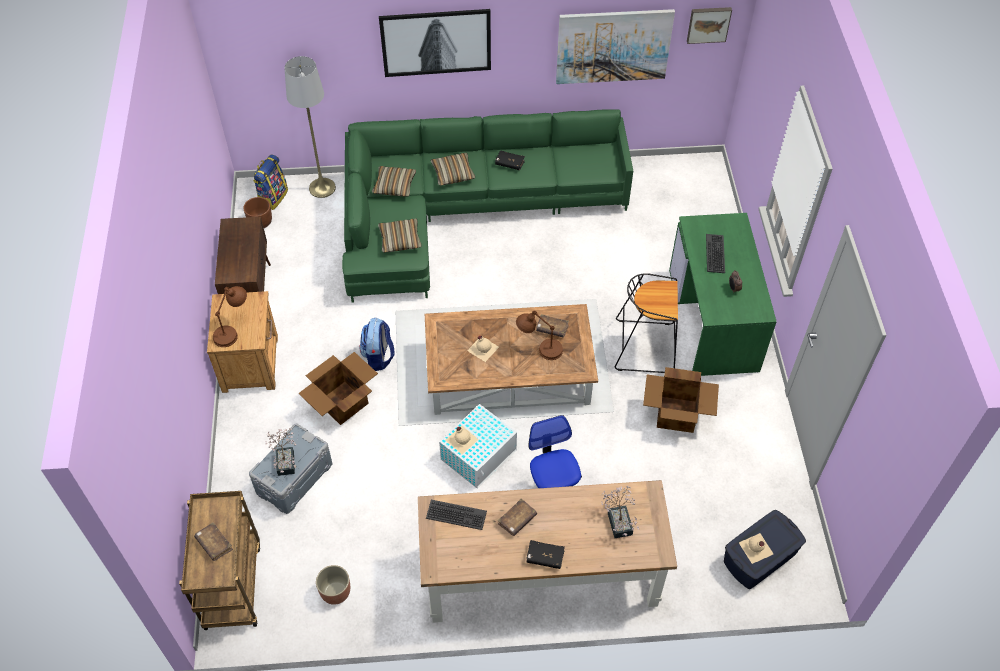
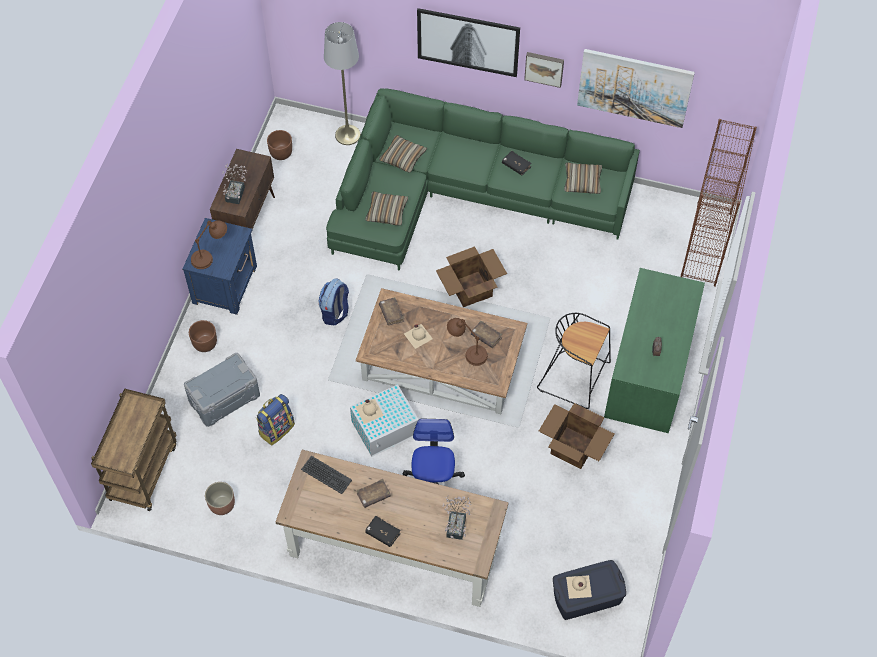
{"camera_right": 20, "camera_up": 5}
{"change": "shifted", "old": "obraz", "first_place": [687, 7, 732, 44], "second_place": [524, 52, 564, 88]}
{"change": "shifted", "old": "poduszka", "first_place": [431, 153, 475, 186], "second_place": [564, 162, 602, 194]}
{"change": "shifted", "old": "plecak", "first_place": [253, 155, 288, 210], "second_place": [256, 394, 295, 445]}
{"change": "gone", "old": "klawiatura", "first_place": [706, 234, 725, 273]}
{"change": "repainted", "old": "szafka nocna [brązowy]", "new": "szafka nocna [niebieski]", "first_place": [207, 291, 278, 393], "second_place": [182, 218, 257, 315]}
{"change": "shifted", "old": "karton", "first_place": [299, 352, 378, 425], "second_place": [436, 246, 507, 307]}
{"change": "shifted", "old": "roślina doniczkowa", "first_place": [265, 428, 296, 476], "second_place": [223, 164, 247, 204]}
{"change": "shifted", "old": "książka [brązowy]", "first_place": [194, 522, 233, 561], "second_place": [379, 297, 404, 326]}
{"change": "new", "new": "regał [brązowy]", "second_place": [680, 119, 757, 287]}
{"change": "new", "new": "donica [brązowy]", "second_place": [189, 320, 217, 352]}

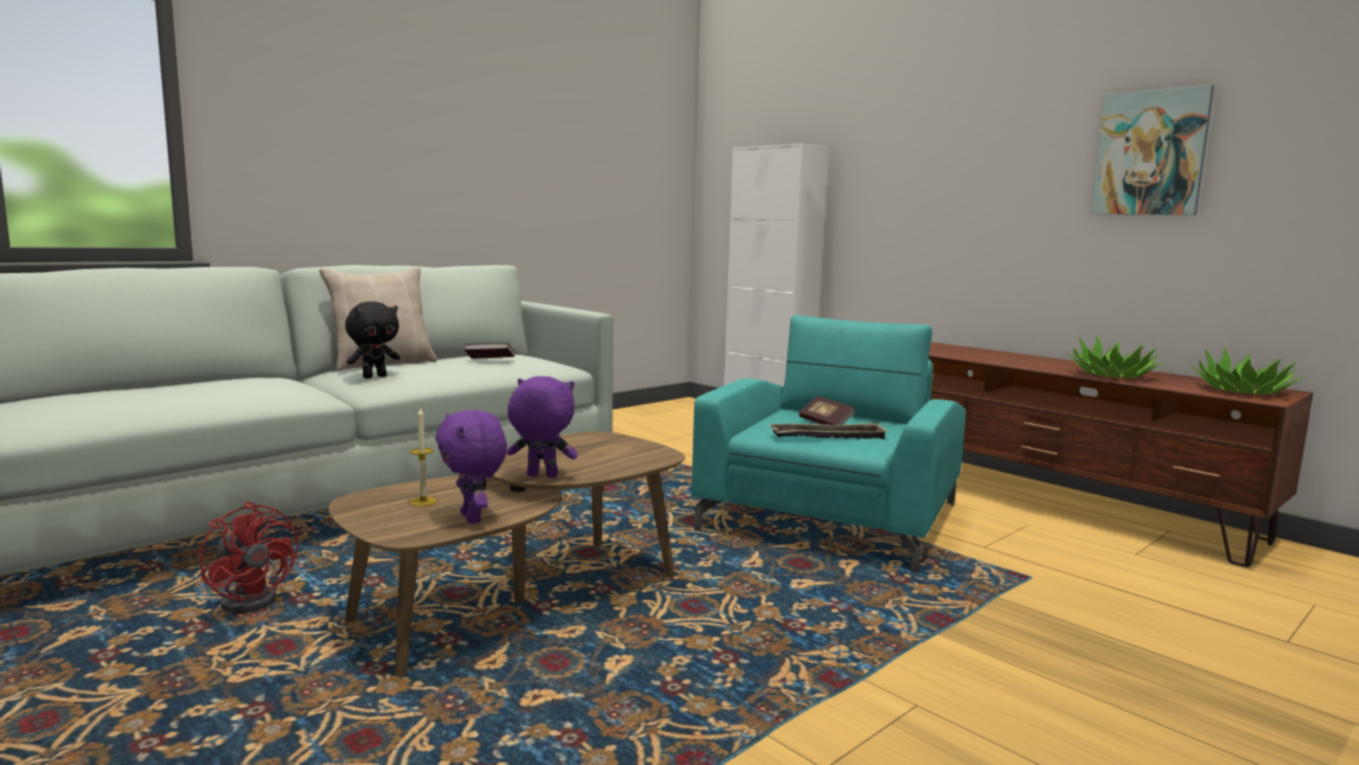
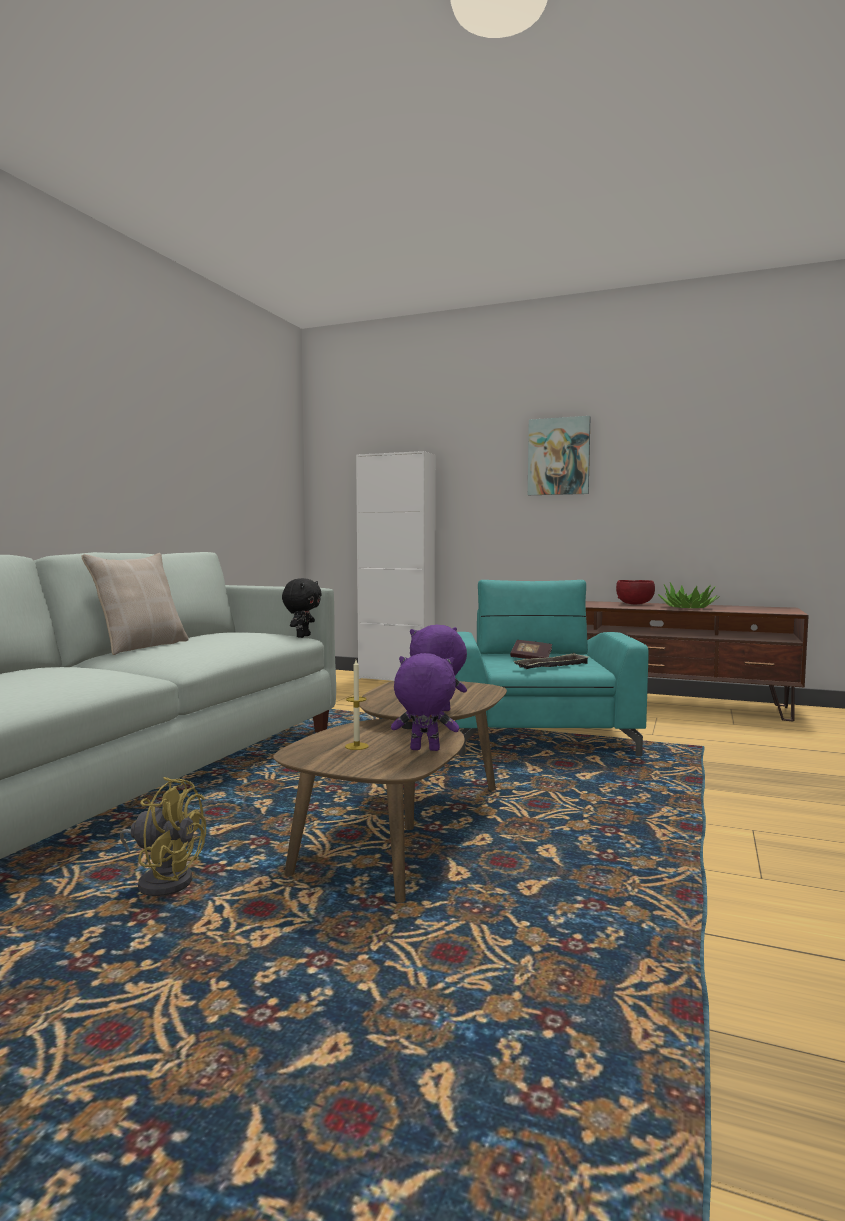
{"camera_right": -25, "camera_up": -5}
{"change": "shifted", "old": "obraz", "first_place": [1090, 85, 1214, 215], "second_place": [528, 416, 591, 495]}
{"change": "shifted", "old": "pluszak [czarny]", "first_place": [345, 302, 400, 379], "second_place": [282, 578, 322, 638]}
{"change": "gone", "old": "książka", "first_place": [464, 343, 515, 359]}
{"change": "gone", "old": "roślina doniczkowa", "first_place": [1191, 347, 1304, 395]}
{"change": "rotated", "old": "pluszak [fioletowy]", "first_place": [436, 410, 507, 524], "second_place": [391, 653, 459, 751], "degrees": 150}
{"change": "repainted", "old": "wentylator [czerwony]", "new": "wentylator [żółty]", "first_place": [200, 501, 298, 613], "second_place": [120, 777, 206, 896]}
{"change": "new", "new": "miska [czerwony]", "second_place": [616, 580, 655, 604]}

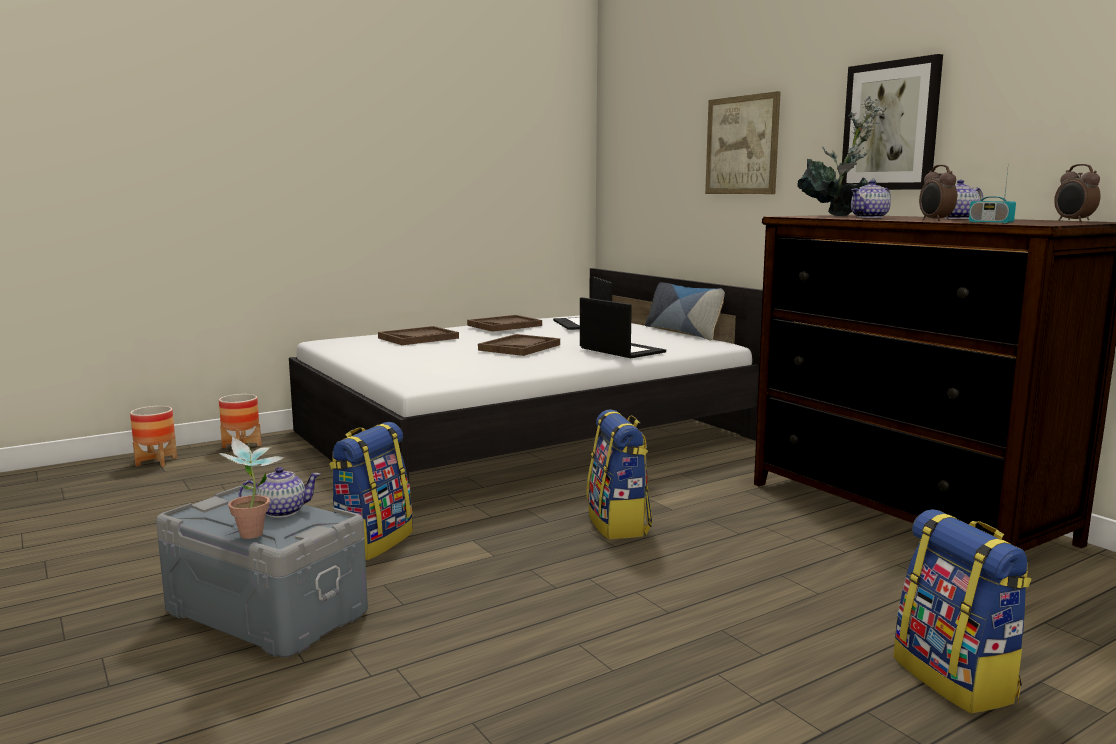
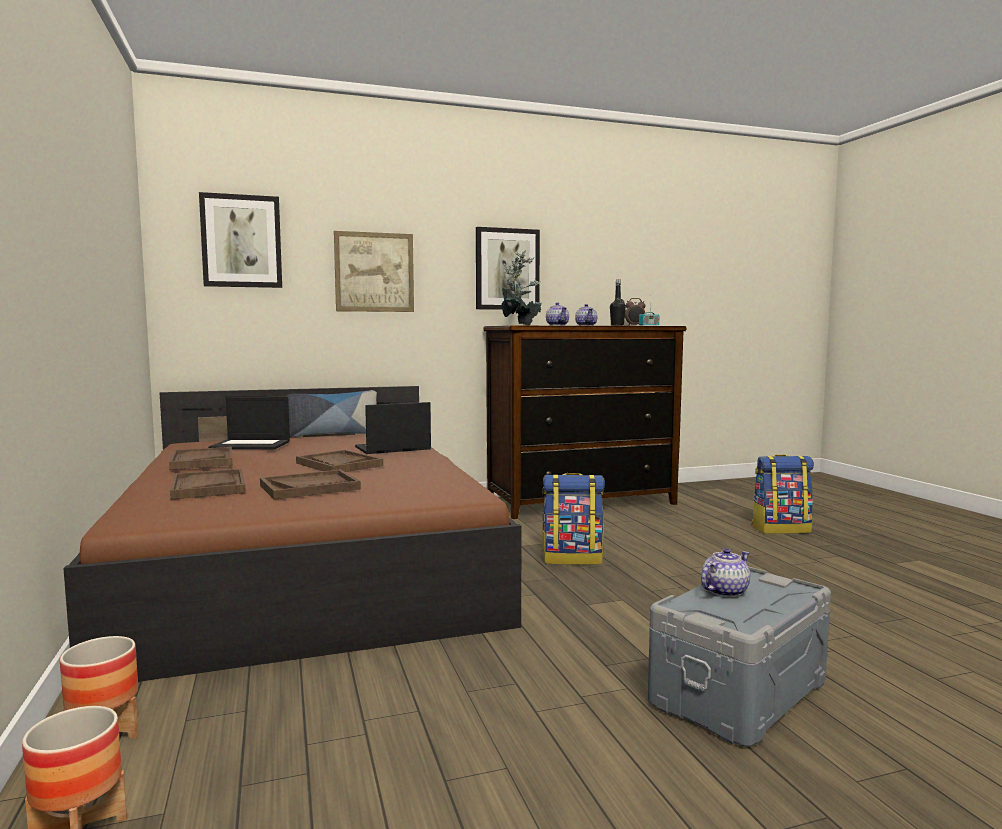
{"camera_right": -75, "camera_up": -5}
{"change": "swapped", "old": "budzik", "new": "butelka [czarny]", "first_place": [919, 165, 957, 221], "second_place": [610, 279, 626, 326]}
{"change": "repainted", "old": "łóżko [biały]", "new": "łóżko [brązowy]", "first_place": [289, 268, 763, 482], "second_place": [63, 386, 522, 682]}
{"change": "gone", "old": "plecak", "first_place": [329, 422, 413, 560]}
{"change": "gone", "old": "roślina doniczkowa", "first_place": [218, 436, 285, 539]}
{"change": "rotated", "old": "imbryk", "first_place": [239, 467, 321, 518], "second_place": [701, 548, 750, 597], "degrees": 60}
{"change": "new", "new": "obraz", "second_place": [199, 192, 282, 288]}
{"change": "new", "new": "taca [brązowy]", "second_place": [260, 469, 361, 500]}

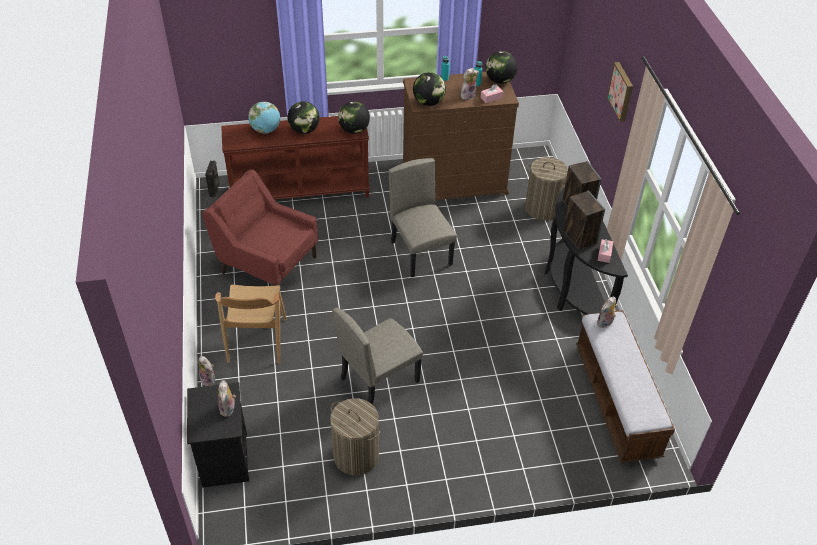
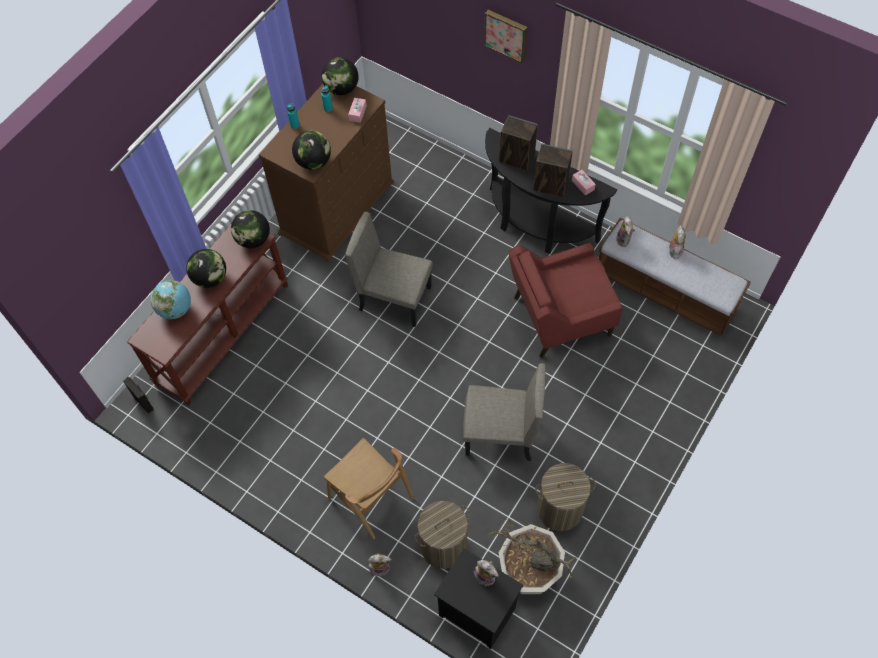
{"camera_right": -45, "camera_up": 15}
{"change": "shifted", "old": "pluszak", "first_place": [461, 68, 479, 101], "second_place": [669, 225, 685, 260]}
{"change": "shifted", "old": "kosz na pranie", "first_place": [525, 157, 568, 220], "second_place": [415, 501, 470, 569]}
{"change": "shifted", "old": "fotel [czerwony]", "first_place": [202, 169, 318, 286], "second_place": [509, 243, 623, 358]}
{"change": "rotated", "old": "krzesło [beżowy]", "first_place": [332, 307, 423, 405], "second_place": [463, 363, 546, 461], "degrees": -90}
{"change": "new", "new": "roślina doniczkowa", "second_place": [488, 516, 576, 594]}

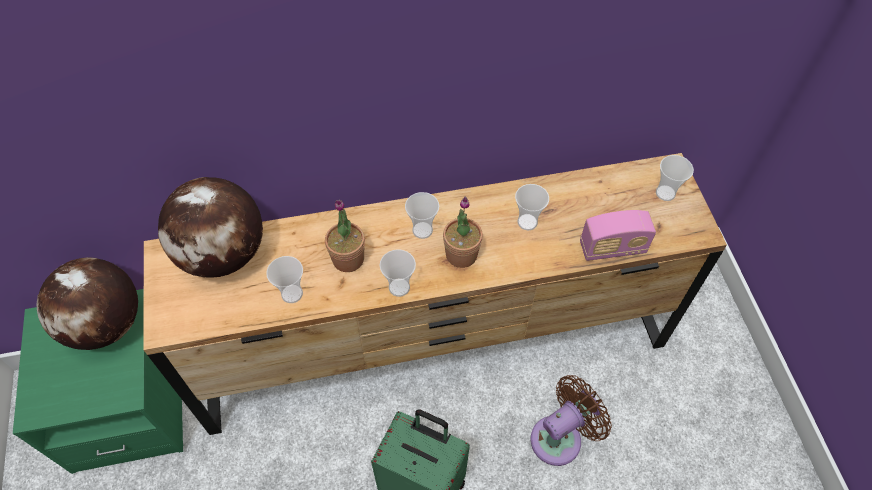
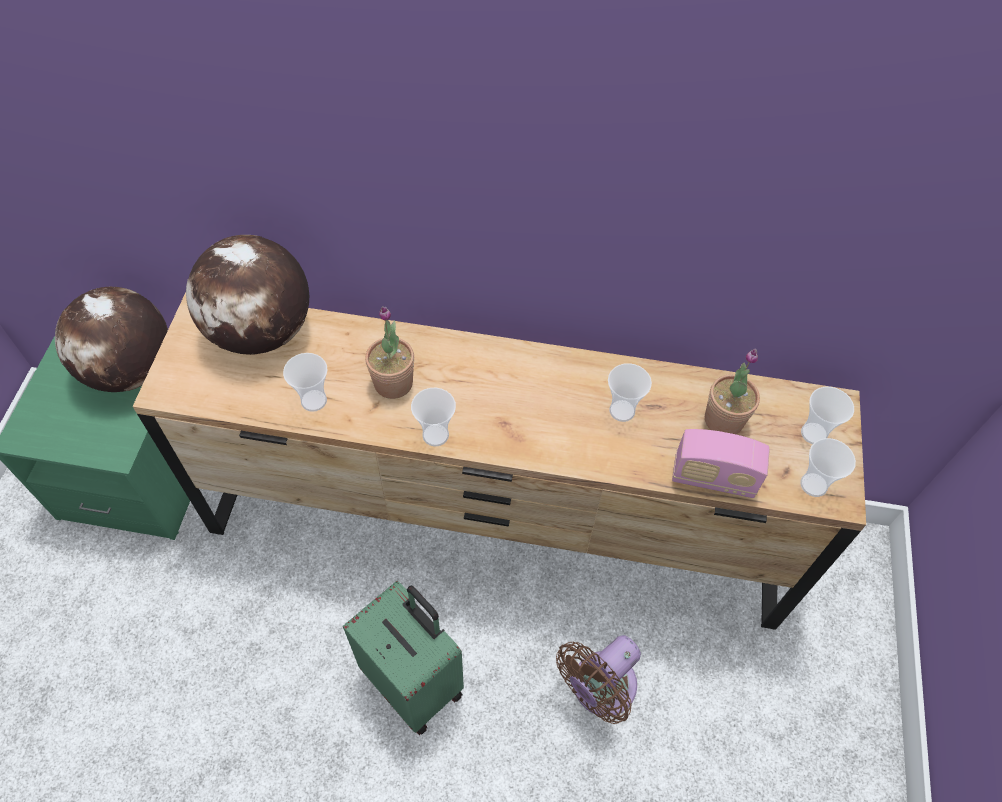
{"camera_right": 20, "camera_up": 0}
{"change": "shifted", "old": "filiżanka", "first_place": [405, 192, 439, 239], "second_place": [800, 438, 856, 497]}
{"change": "shifted", "old": "roślina doniczkowa", "first_place": [443, 197, 483, 268], "second_place": [705, 349, 760, 434]}
{"change": "rotated", "old": "wentylator [brązowy]", "first_place": [530, 375, 612, 466], "second_place": [556, 635, 641, 724], "degrees": 150}

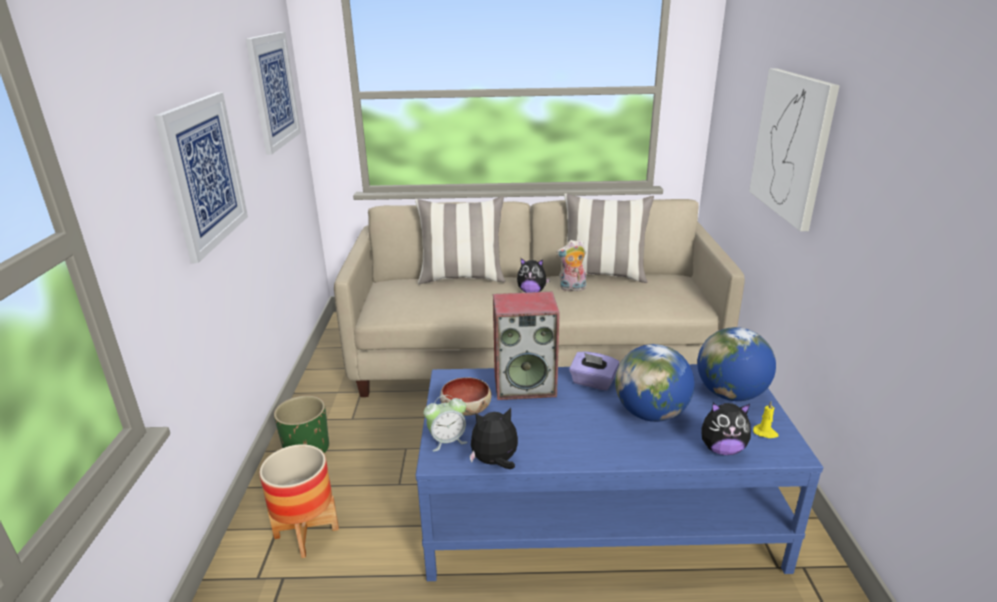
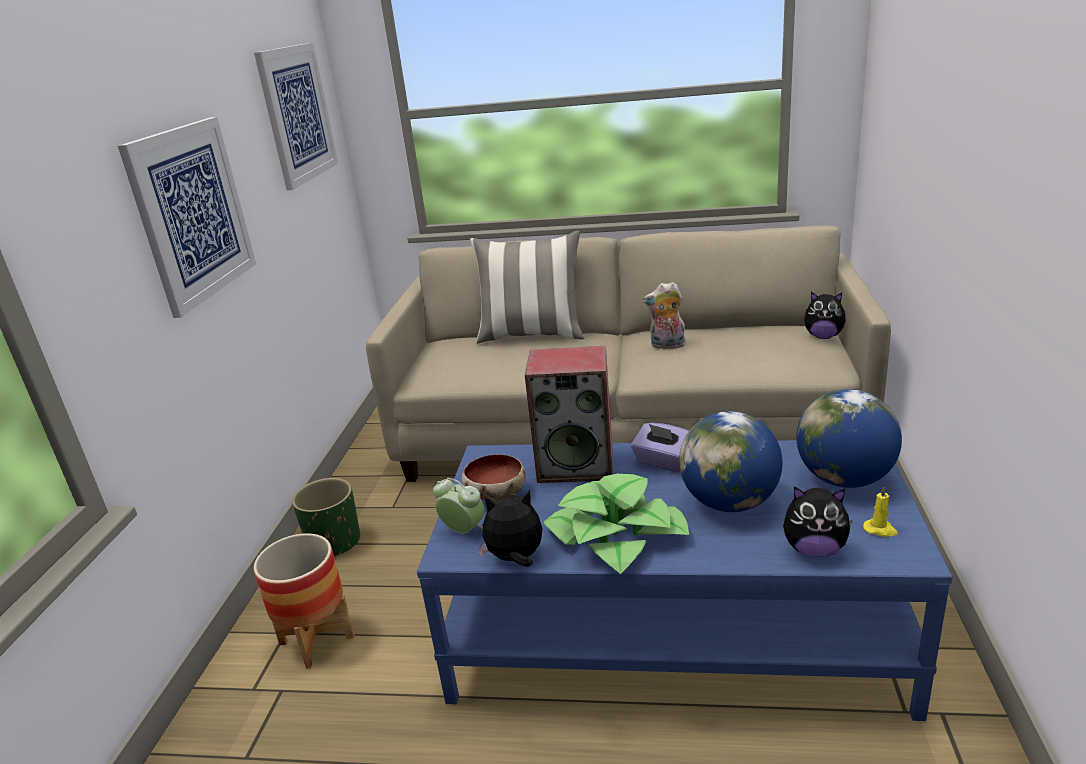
{"camera_right": 10, "camera_up": 0}
{"change": "gone", "old": "obraz", "first_place": [749, 68, 840, 231]}
{"change": "gone", "old": "poduszka", "first_place": [559, 193, 654, 283]}
{"change": "shifted", "old": "pluszak", "first_place": [517, 258, 550, 293], "second_place": [804, 292, 845, 339]}
{"change": "rotated", "old": "budzik", "first_place": [424, 395, 467, 451], "second_place": [433, 478, 485, 533], "degrees": -135}
{"change": "new", "new": "roślina doniczkowa", "second_place": [544, 474, 689, 574]}

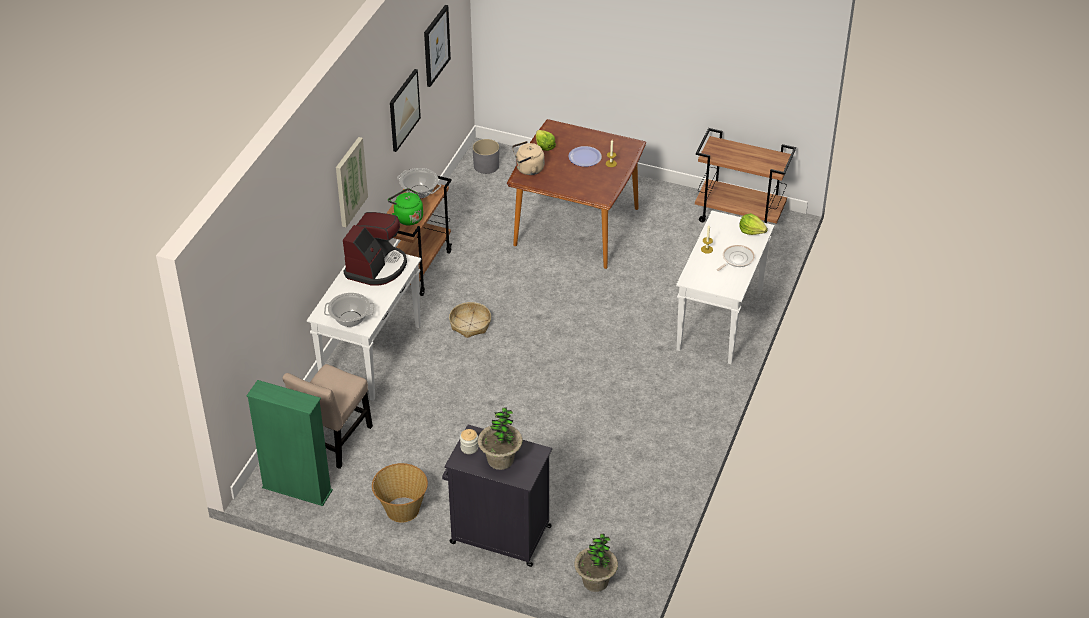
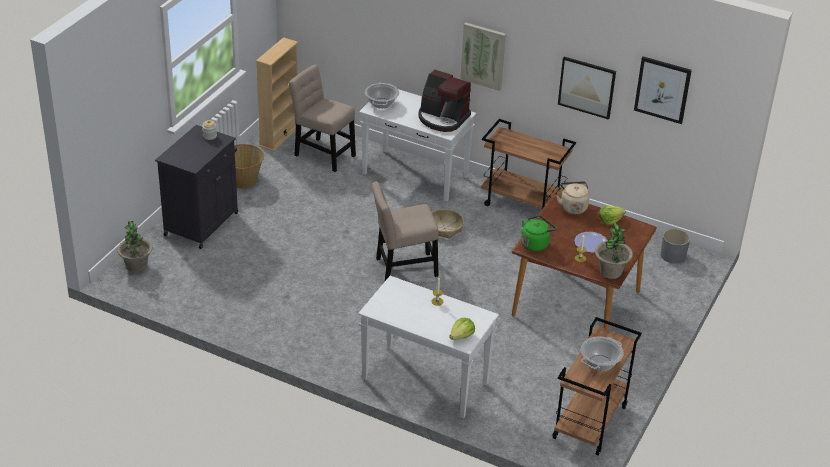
{"camera_right": 95, "camera_up": -5}
{"change": "shifted", "old": "garnek", "first_place": [397, 168, 441, 198], "second_place": [581, 337, 624, 371]}
{"change": "shifted", "old": "czajnik [zielony]", "first_place": [388, 188, 423, 226], "second_place": [521, 215, 557, 251]}
{"change": "gone", "old": "patelnia", "first_place": [717, 245, 755, 271]}
{"change": "repainted", "old": "regał [zielony]", "new": "regał [beżowy]", "first_place": [247, 380, 333, 506], "second_place": [256, 37, 298, 151]}
{"change": "shifted", "old": "roślina doniczkowa", "first_place": [478, 407, 523, 470], "second_place": [595, 223, 633, 279]}
{"change": "new", "new": "krzesło [beżowy]", "second_place": [372, 181, 439, 282]}

